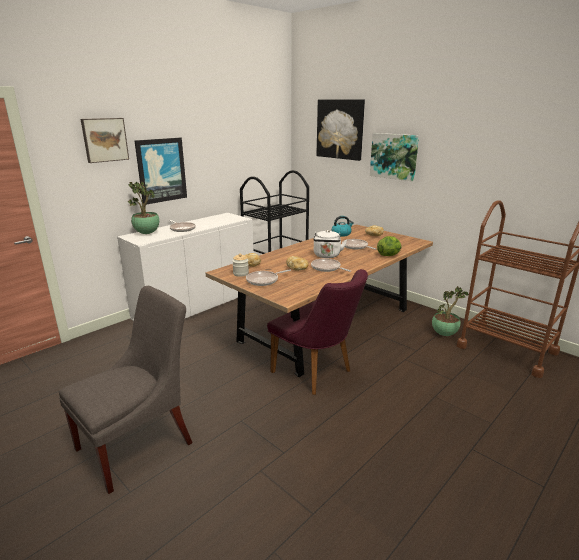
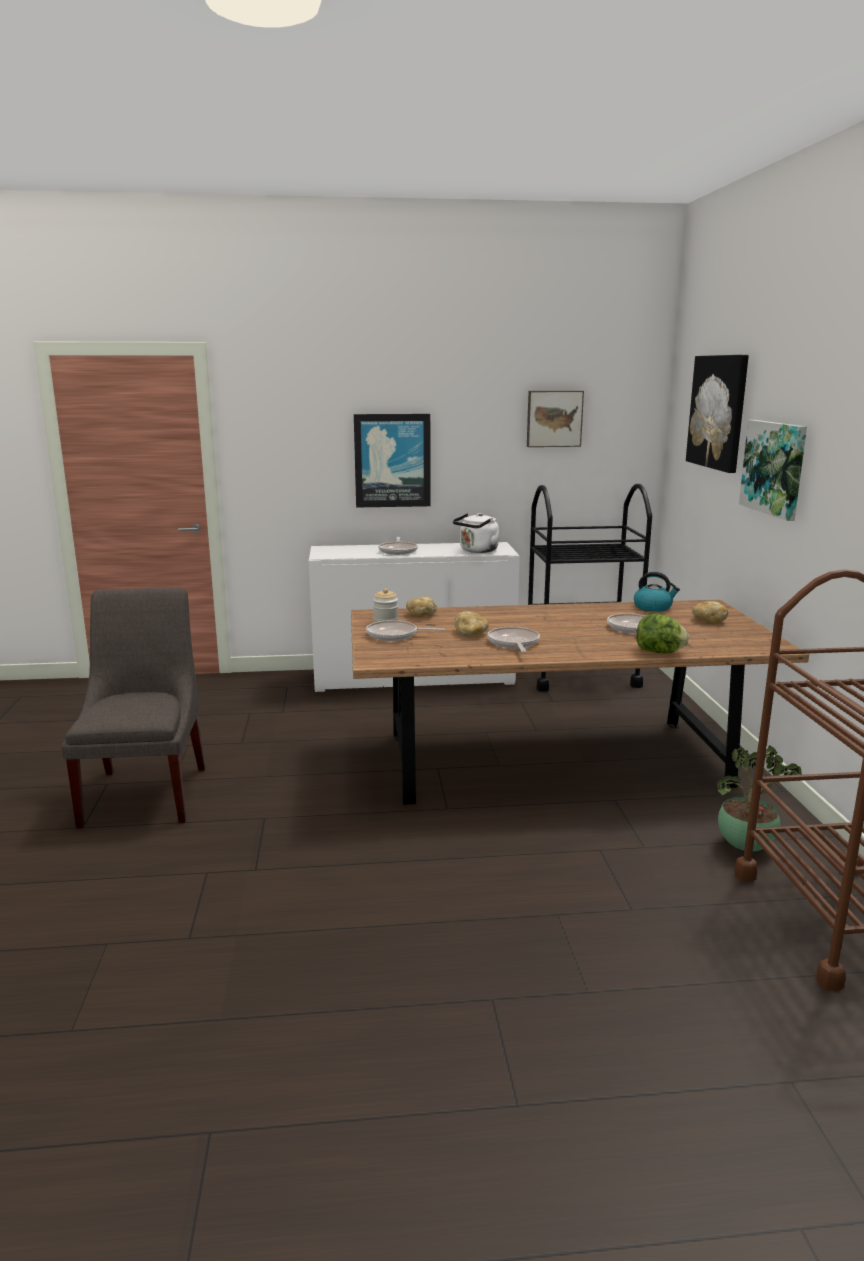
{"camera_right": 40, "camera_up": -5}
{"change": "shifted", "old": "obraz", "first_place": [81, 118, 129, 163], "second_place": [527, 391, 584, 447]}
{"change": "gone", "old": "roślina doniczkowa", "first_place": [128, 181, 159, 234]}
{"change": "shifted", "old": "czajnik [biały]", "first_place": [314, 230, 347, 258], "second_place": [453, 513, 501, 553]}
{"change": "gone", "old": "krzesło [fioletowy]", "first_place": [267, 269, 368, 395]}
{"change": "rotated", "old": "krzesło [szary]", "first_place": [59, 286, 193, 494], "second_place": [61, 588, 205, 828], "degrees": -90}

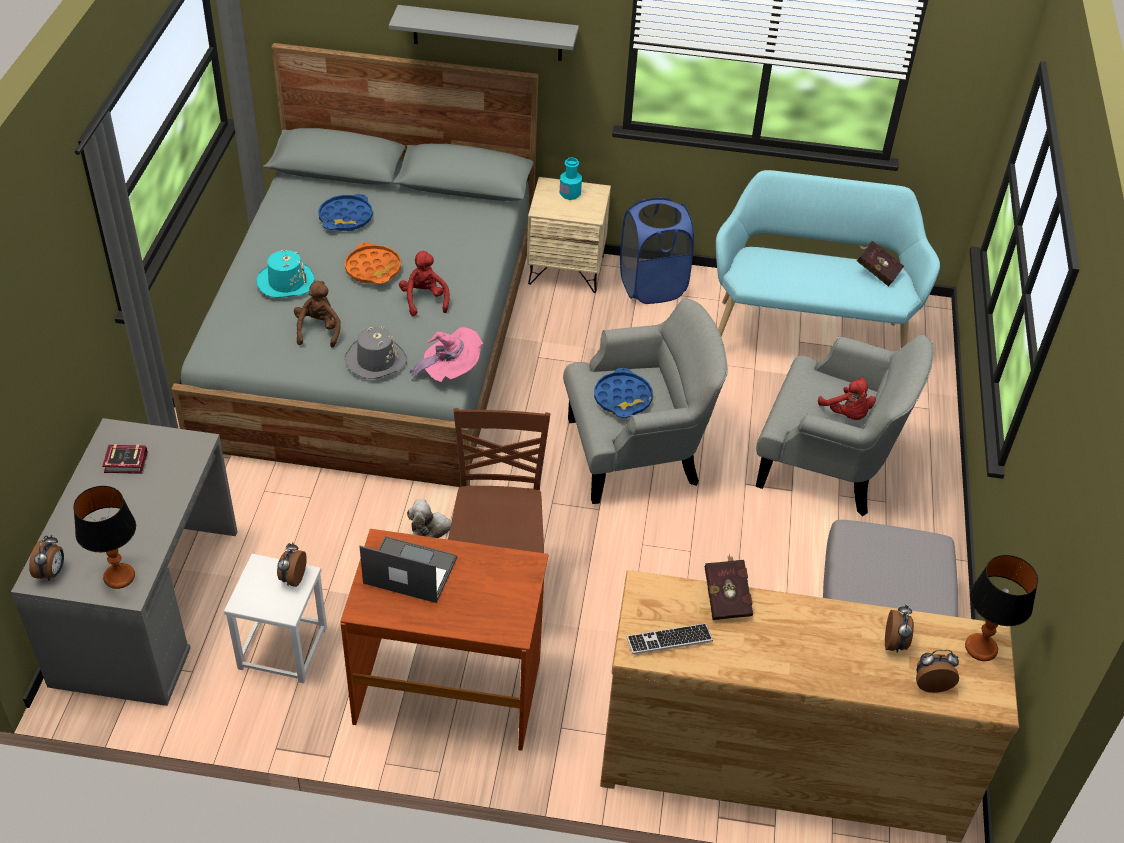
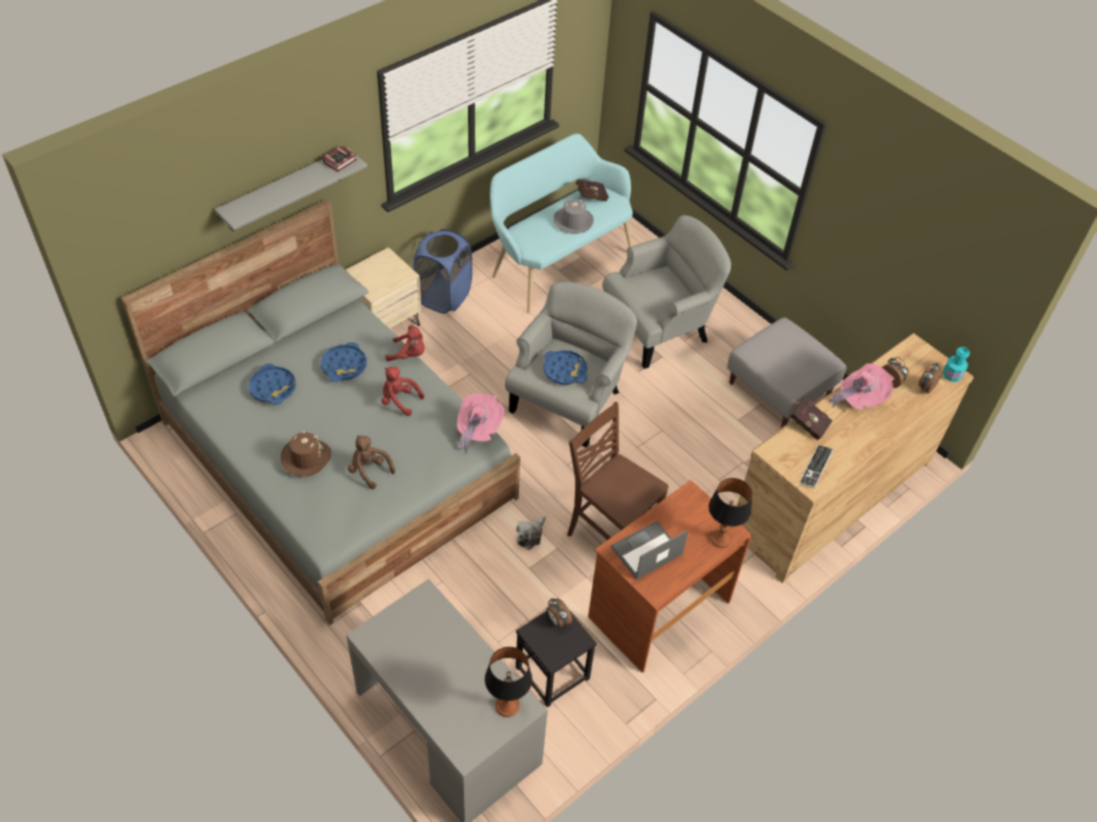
{"camera_right": -50, "camera_up": 5}
{"change": "shifted", "old": "butelka [turkusowy]", "first_place": [560, 157, 582, 200], "second_place": [943, 347, 970, 382]}
{"change": "gone", "old": "taca [pomarańczowy]", "first_place": [345, 242, 401, 284]}
{"change": "repainted", "old": "kapelusz [turkusowy]", "new": "kapelusz [brązowy]", "first_place": [257, 249, 315, 298], "second_place": [281, 431, 331, 477]}
{"change": "shifted", "old": "kapelusz [szary]", "first_place": [345, 326, 407, 379], "second_place": [554, 199, 594, 234]}
{"change": "shifted", "old": "pluszak [czerwony]", "first_place": [818, 377, 876, 420], "second_place": [386, 326, 425, 361]}
{"change": "shifted", "old": "książka", "first_place": [102, 444, 148, 474], "second_place": [323, 146, 357, 172]}
{"change": "gone", "old": "budzik", "first_place": [29, 535, 64, 581]}
{"change": "repainted", "old": "stołek [biały]", "new": "stołek [czarny]", "first_place": [224, 554, 327, 683], "second_place": [516, 611, 597, 707]}
{"change": "shifted", "old": "lampa stołowa", "first_place": [965, 555, 1038, 661], "second_place": [709, 478, 752, 548]}
{"change": "new", "new": "taca [niebieski]", "second_place": [321, 342, 367, 382]}
{"change": "new", "new": "kapelusz [różowy]", "second_place": [828, 363, 894, 410]}

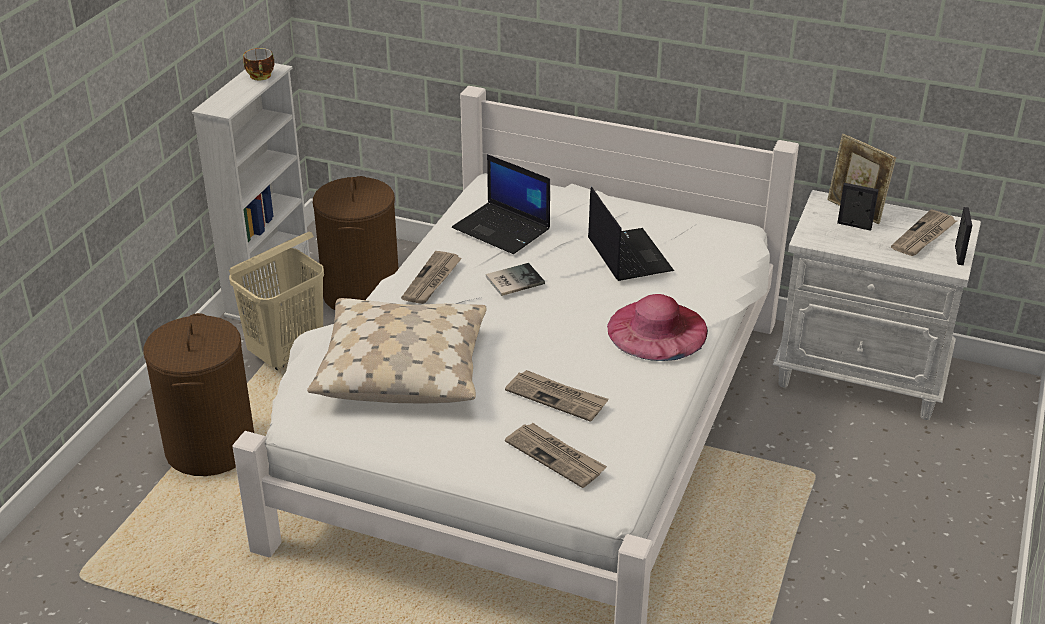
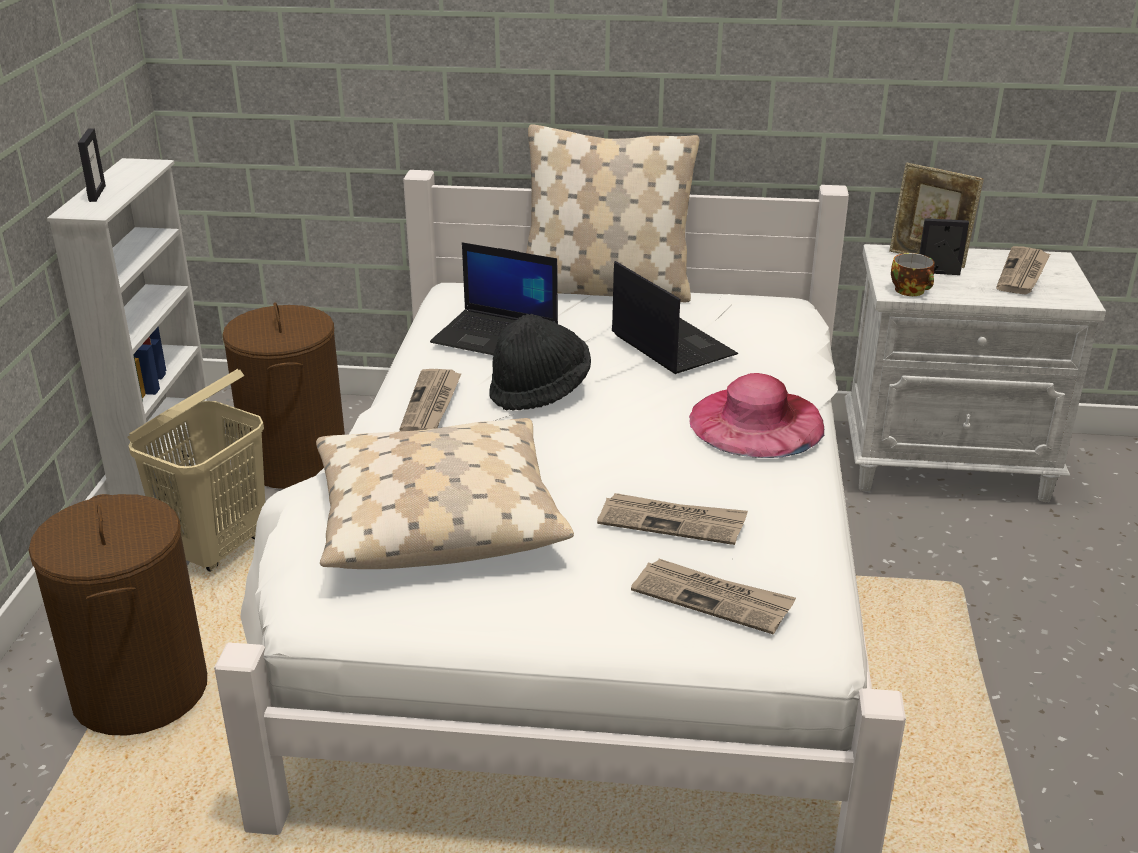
{"camera_right": -15, "camera_up": -5}
{"change": "shifted", "old": "filiżanka", "first_place": [243, 48, 274, 80], "second_place": [891, 253, 935, 296]}
{"change": "shifted", "old": "ramka na zdjęcie", "first_place": [955, 207, 972, 265], "second_place": [78, 128, 106, 202]}
{"change": "swapped", "old": "książka", "new": "kapelusz [czarny]", "first_place": [486, 263, 545, 296], "second_place": [489, 314, 591, 411]}
{"change": "new", "new": "poduszka [beżowy]", "second_place": [526, 124, 700, 302]}

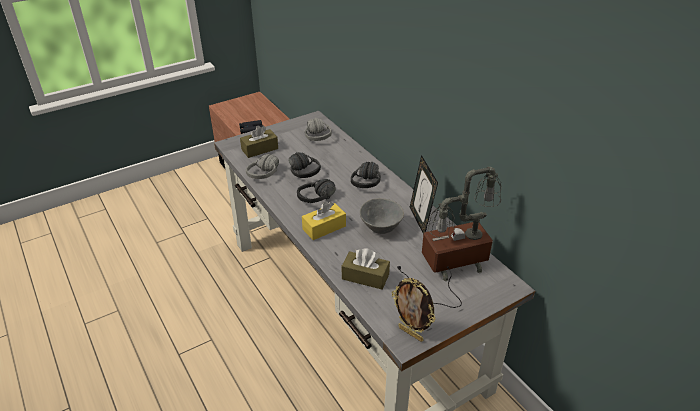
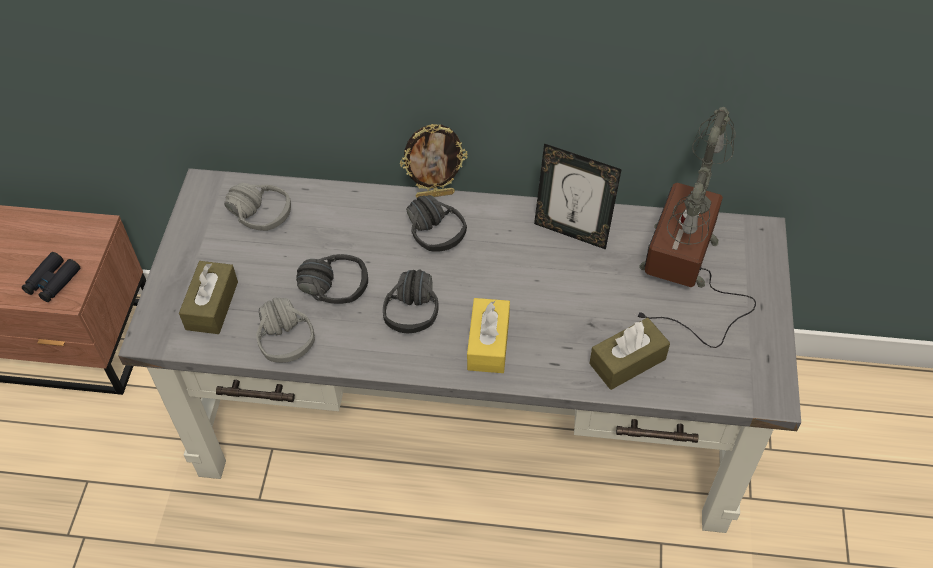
{"camera_right": -50, "camera_up": 15}
{"change": "gone", "old": "miska [szary]", "first_place": [360, 198, 404, 234]}
{"change": "shifted", "old": "ramka na zdjęcie", "first_place": [392, 278, 436, 342], "second_place": [400, 124, 468, 198]}

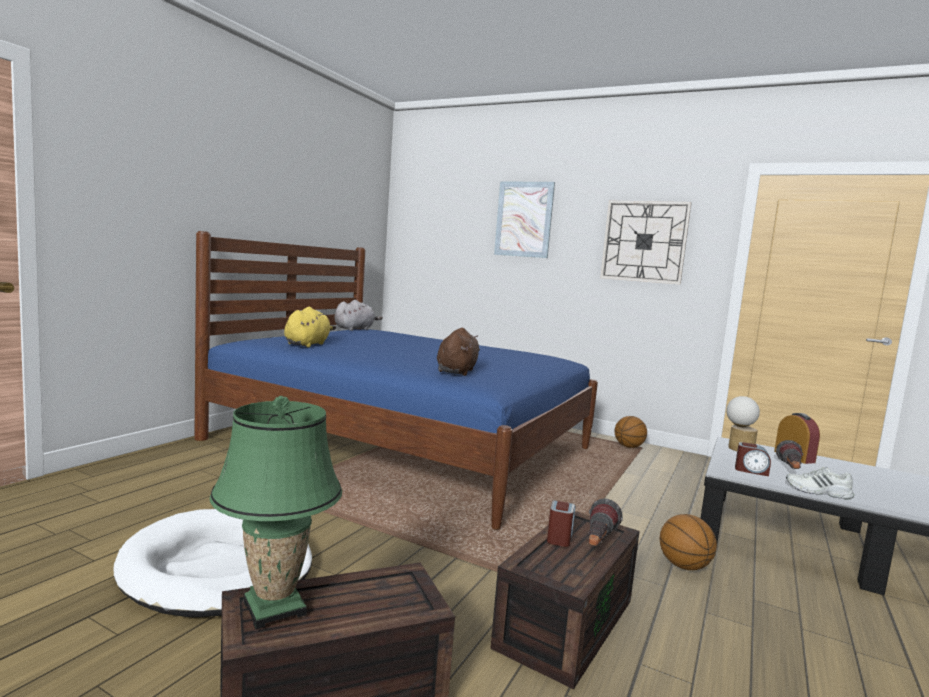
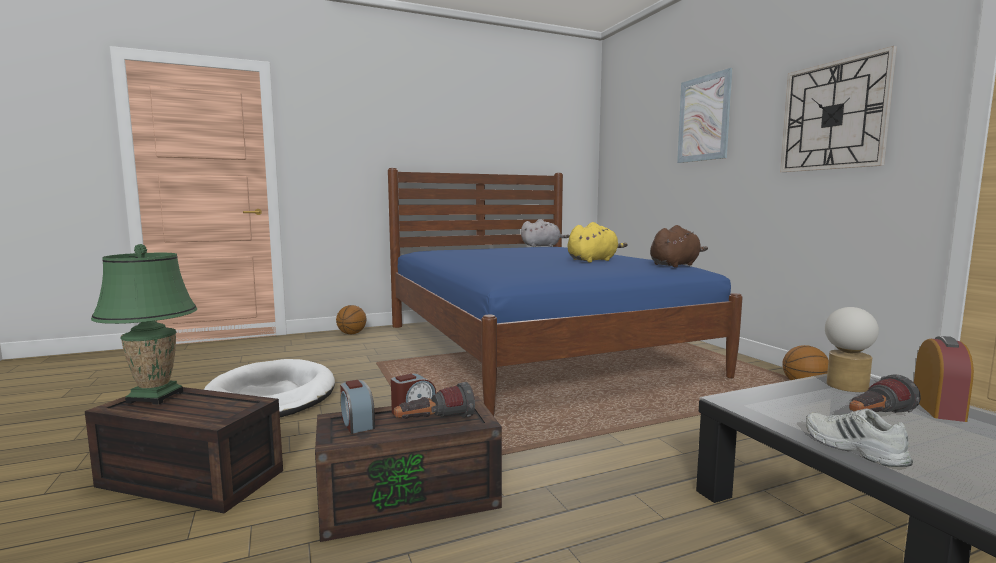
{"camera_right": 40, "camera_up": 0}
{"change": "shifted", "old": "pluszak [żółty]", "first_place": [284, 307, 336, 348], "second_place": [568, 222, 628, 263]}
{"change": "shifted", "old": "pluszak [brązowy]", "first_place": [437, 328, 480, 376], "second_place": [650, 225, 708, 268]}
{"change": "shifted", "old": "budzik", "first_place": [735, 442, 771, 476], "second_place": [340, 380, 375, 434]}
{"change": "shifted", "old": "piłka do koszykówki", "first_place": [660, 514, 717, 570], "second_place": [336, 305, 366, 334]}

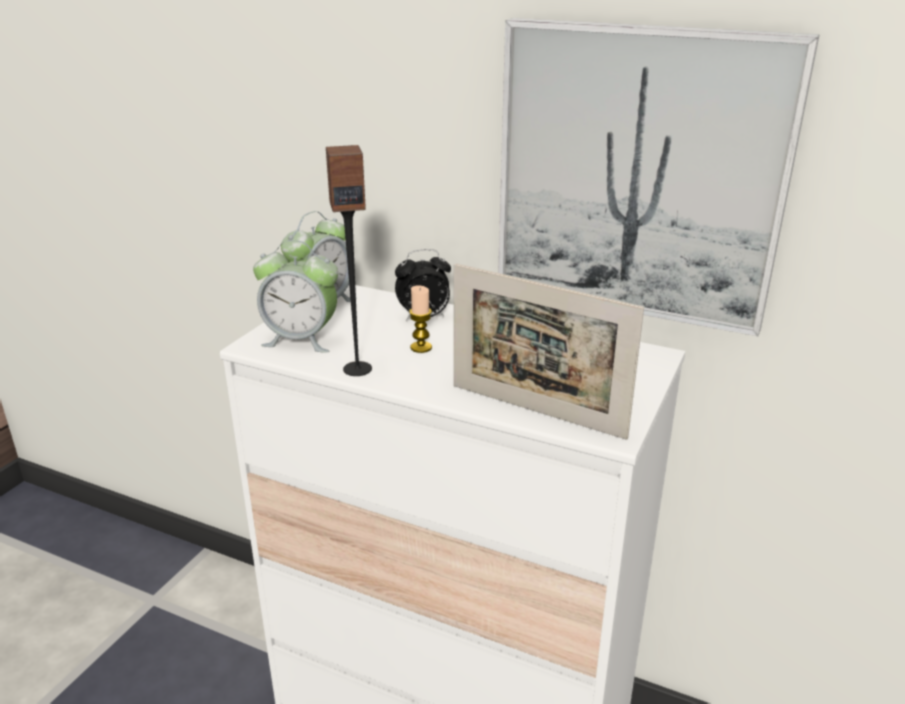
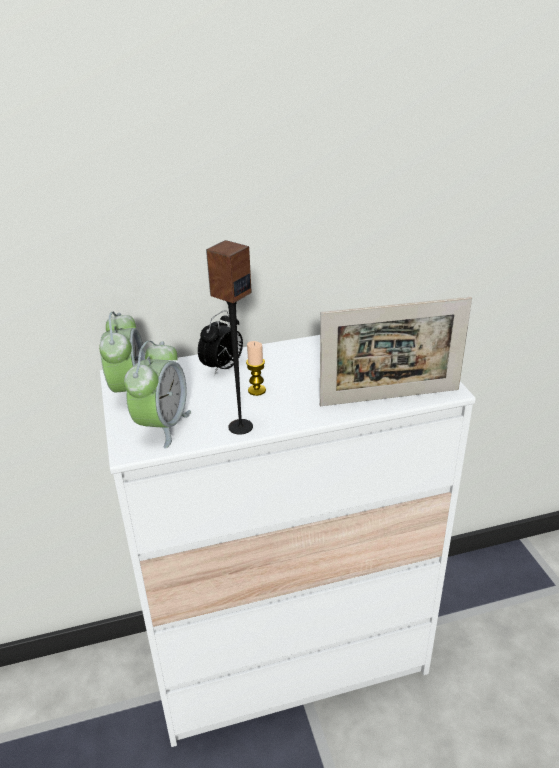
{"camera_right": -40, "camera_up": 5}
{"change": "gone", "old": "obraz", "first_place": [498, 18, 820, 336]}
{"change": "rotated", "old": "budzik", "first_place": [253, 240, 338, 353], "second_place": [124, 341, 191, 449], "degrees": -45}

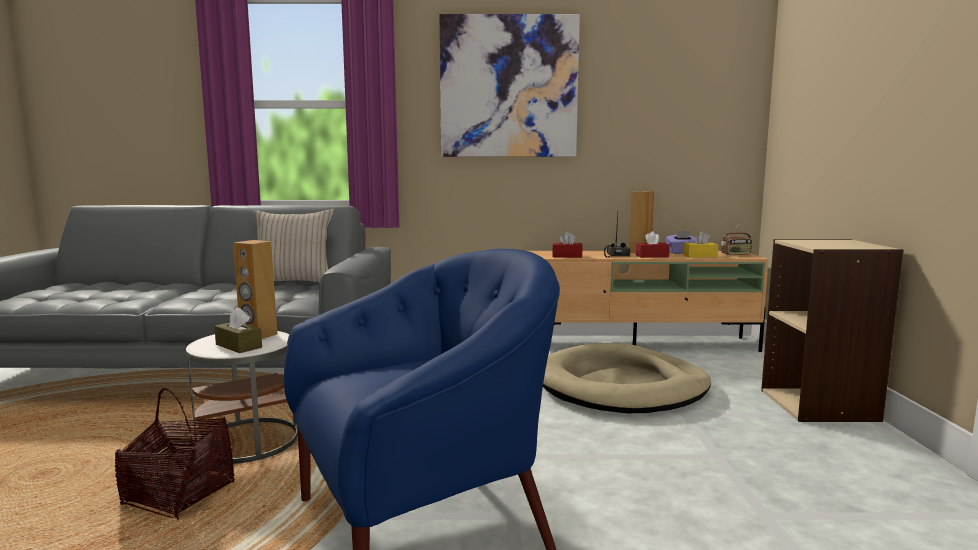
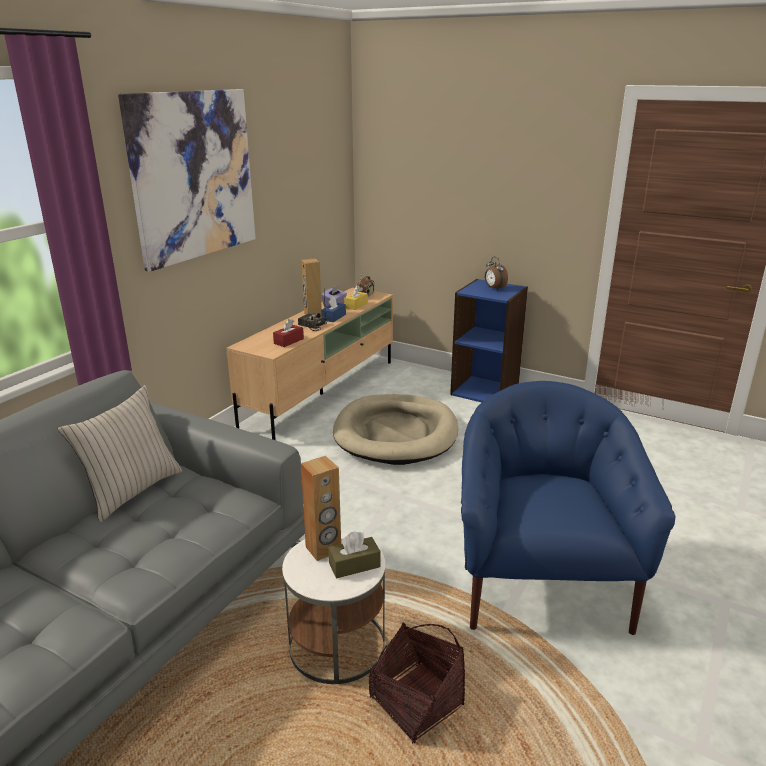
{"camera_right": -60, "camera_up": 15}
{"change": "repainted", "old": "pudełko chusteczek [czerwony]", "new": "pudełko chusteczek [niebieski]", "first_place": [636, 231, 670, 258], "second_place": [321, 296, 346, 322]}
{"change": "repainted", "old": "regał [beżowy]", "new": "regał [niebieski]", "first_place": [761, 239, 904, 422], "second_place": [450, 279, 528, 402]}
{"change": "new", "new": "budzik", "second_place": [485, 257, 508, 290]}

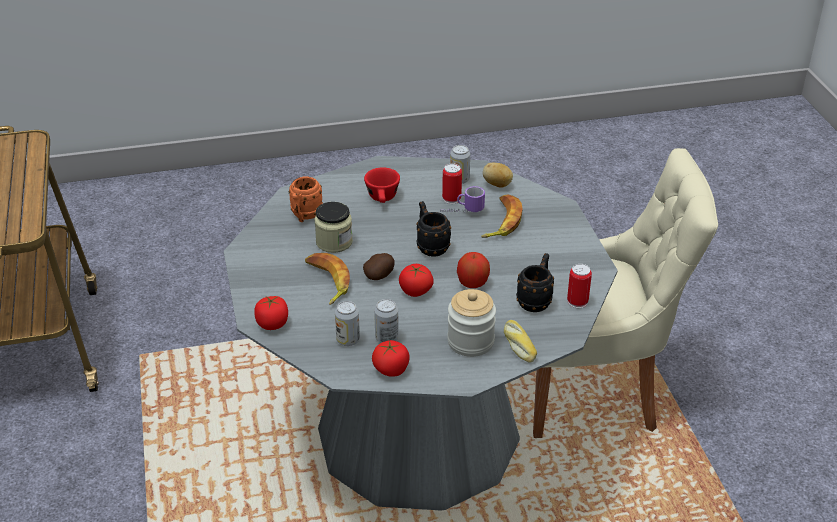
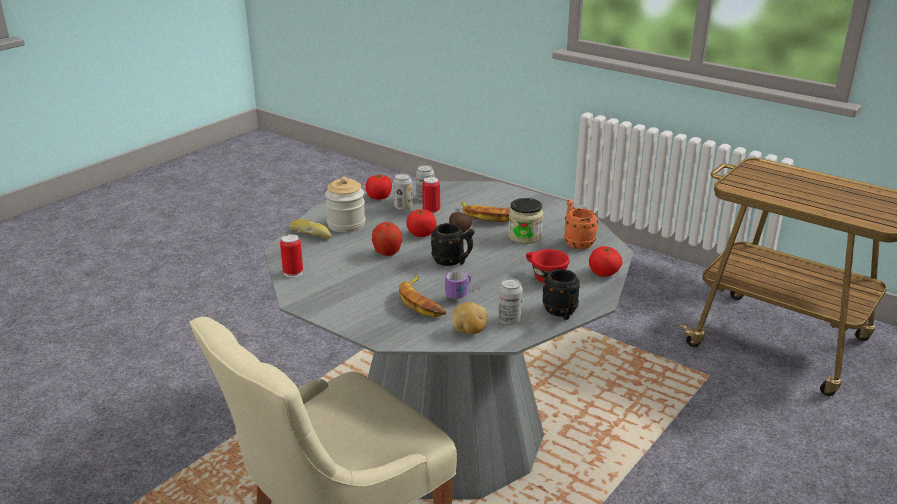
{"camera_right": 140, "camera_up": -10}
{"change": "shifted", "old": "puszka", "first_place": [442, 163, 462, 204], "second_place": [422, 177, 440, 215]}
{"change": "shifted", "old": "kubek [czarny]", "first_place": [516, 253, 554, 312], "second_place": [542, 269, 580, 320]}
{"change": "shifted", "old": "pomidor", "first_place": [254, 296, 288, 330], "second_place": [589, 246, 622, 277]}

